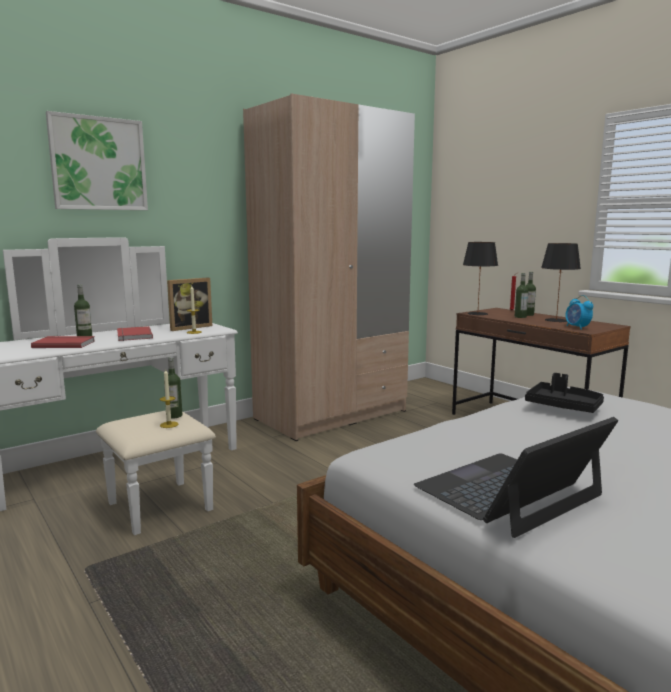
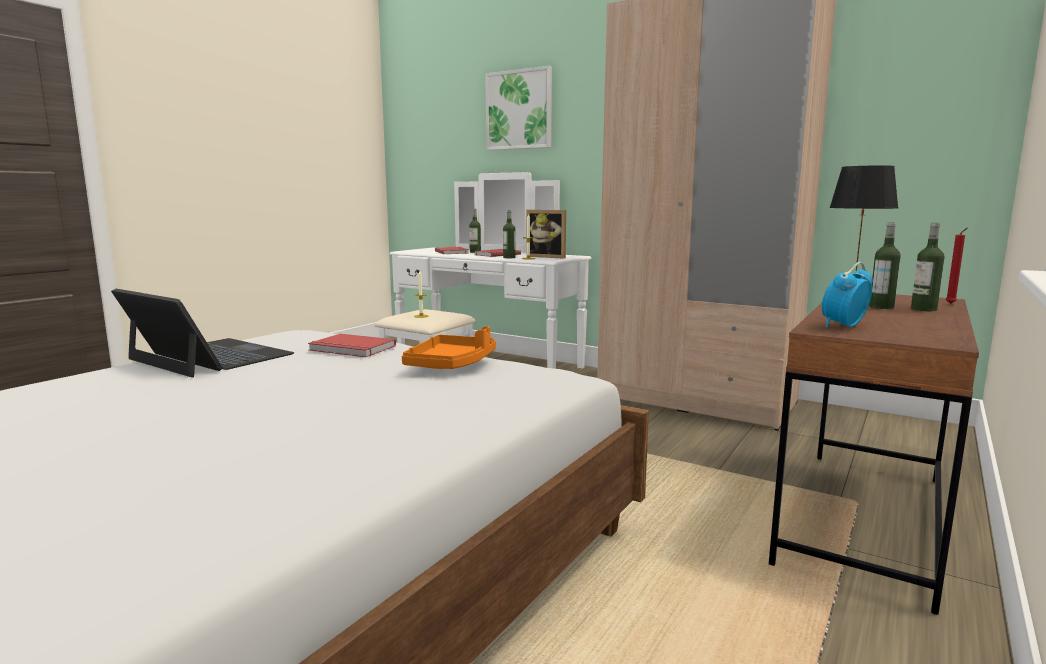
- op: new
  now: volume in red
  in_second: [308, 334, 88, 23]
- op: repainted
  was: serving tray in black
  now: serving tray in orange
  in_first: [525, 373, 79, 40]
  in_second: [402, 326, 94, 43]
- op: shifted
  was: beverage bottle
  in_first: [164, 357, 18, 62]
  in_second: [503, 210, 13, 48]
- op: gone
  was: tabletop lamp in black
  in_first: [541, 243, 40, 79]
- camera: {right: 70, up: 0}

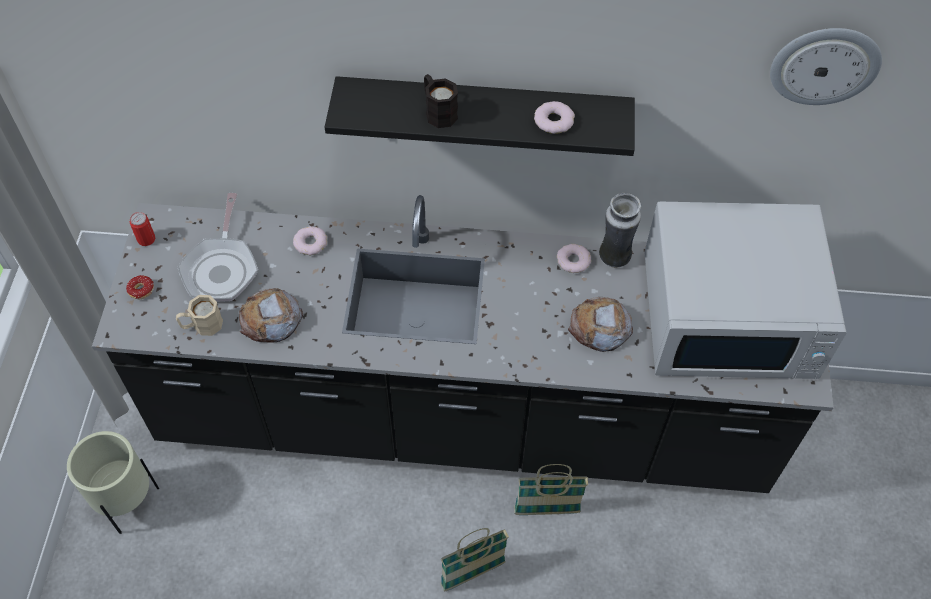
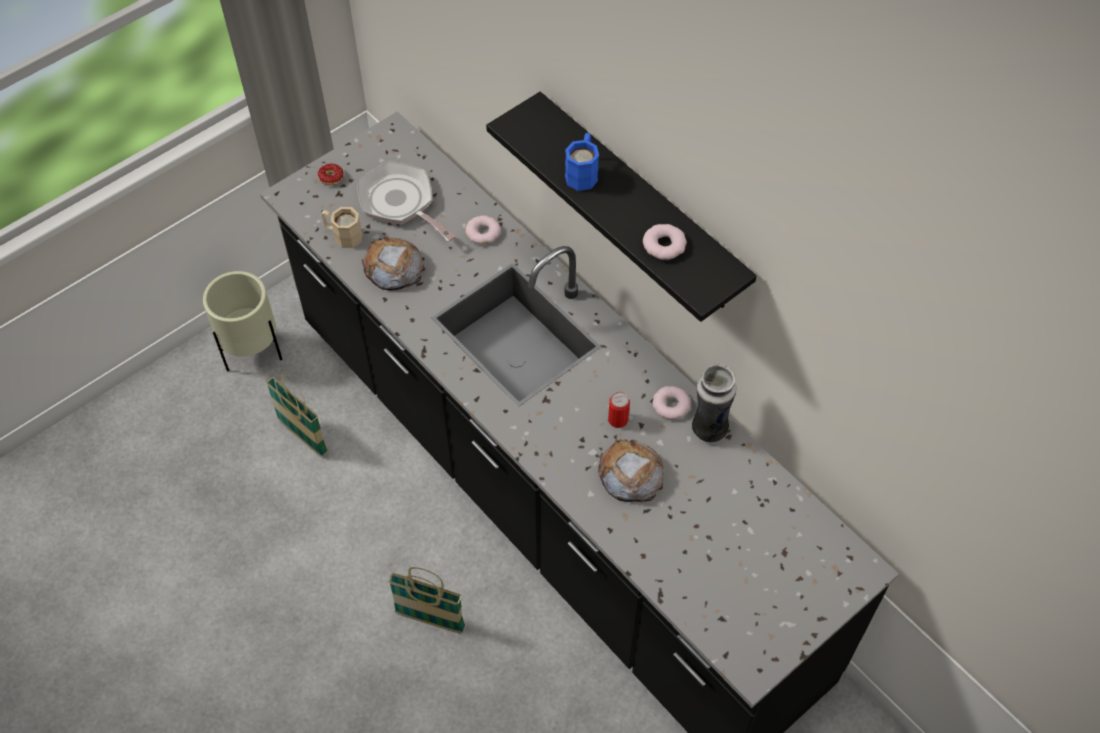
- op: shifted
  was: household basket
  in_first: [514, 464, 74, 51]
  in_second: [266, 374, 62, 83]
- op: rotated
  was: skillet
  in_first: [177, 193, 81, 109]
  in_second: [357, 161, 99, 81]
  clockwise: 90
- op: repainted
  was: coffee mug in black
  now: coffee mug in blue
  in_first: [424, 74, 34, 54]
  in_second: [565, 133, 34, 58]
- op: shifted
  was: metal can
  in_first: [130, 212, 25, 34]
  in_second: [608, 392, 22, 36]
- op: gone
  was: microwave oven in white-coloured
  in_first: [644, 202, 203, 177]
- op: gone
  was: clock on the wall
  in_first: [770, 28, 112, 77]
- camera: {right: 45, up: 0}

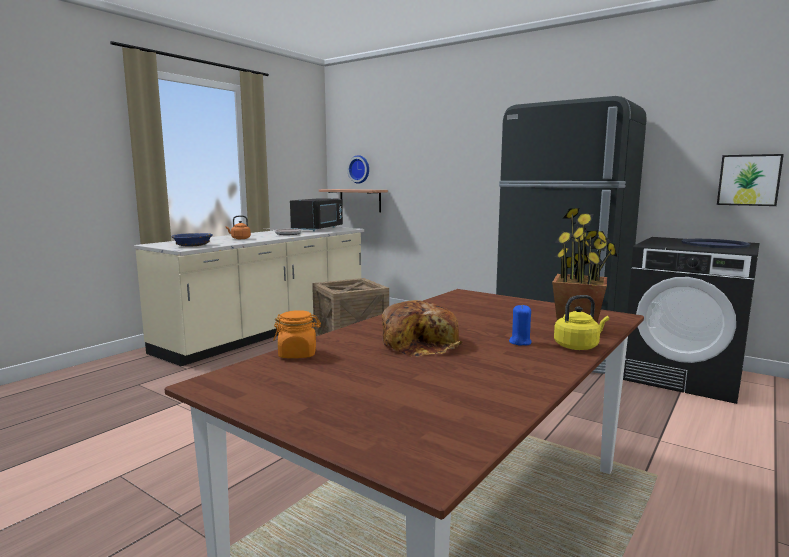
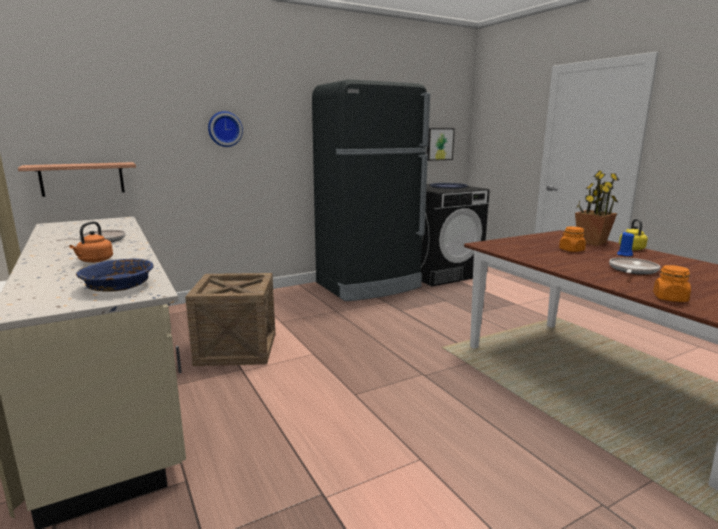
- op: shifted
  was: clock on the wall
  in_first: [347, 155, 22, 29]
  in_second: [208, 111, 35, 36]
- op: new
  now: storage jar in orange
  in_second: [559, 227, 27, 25]
- op: swapped
  was: baked bread
  now: skillet
  in_first: [382, 300, 81, 57]
  in_second: [609, 257, 51, 18]
- op: gone
  was: microwave oven in black
  in_first: [290, 198, 53, 34]
- camera: {right: -65, up: 5}

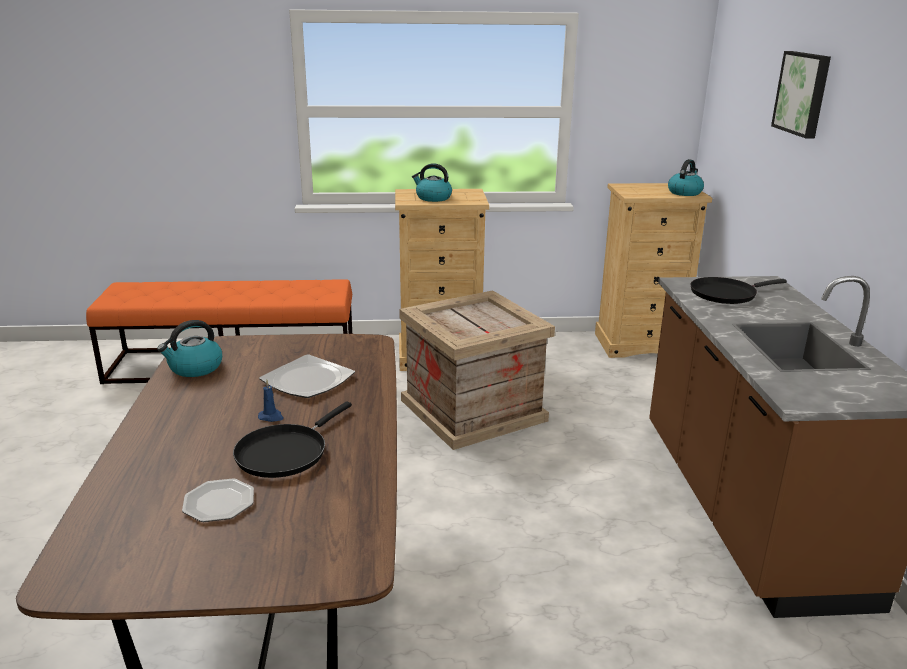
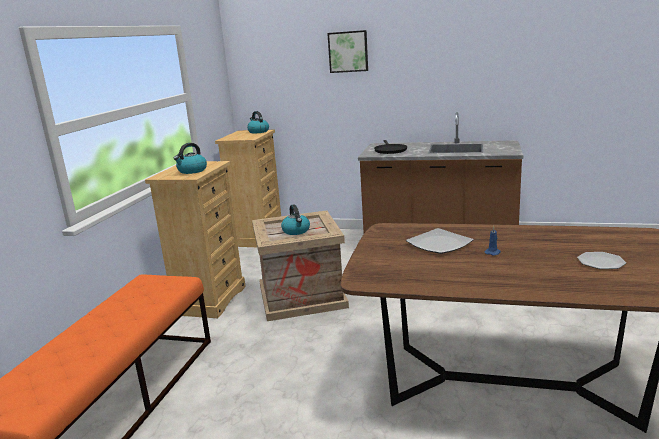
- op: shifted
  was: water kettle
  in_first: [157, 320, 65, 57]
  in_second: [281, 204, 29, 31]
- op: gone
  was: skillet in black
  in_first: [233, 402, 119, 76]
- camera: {right: -70, up: -5}

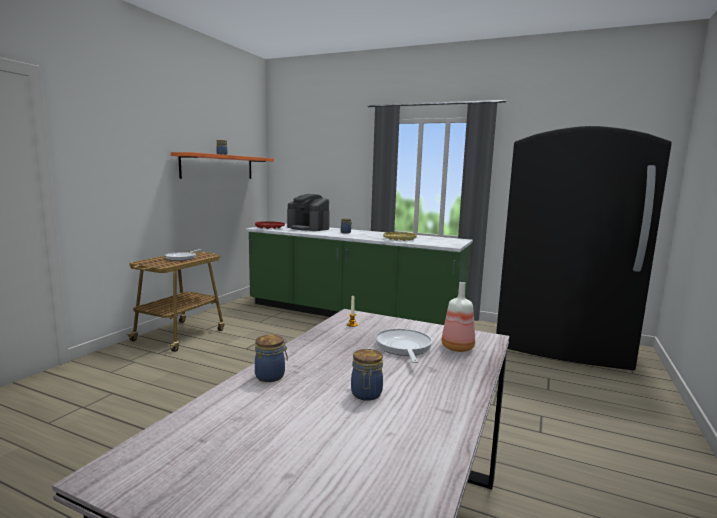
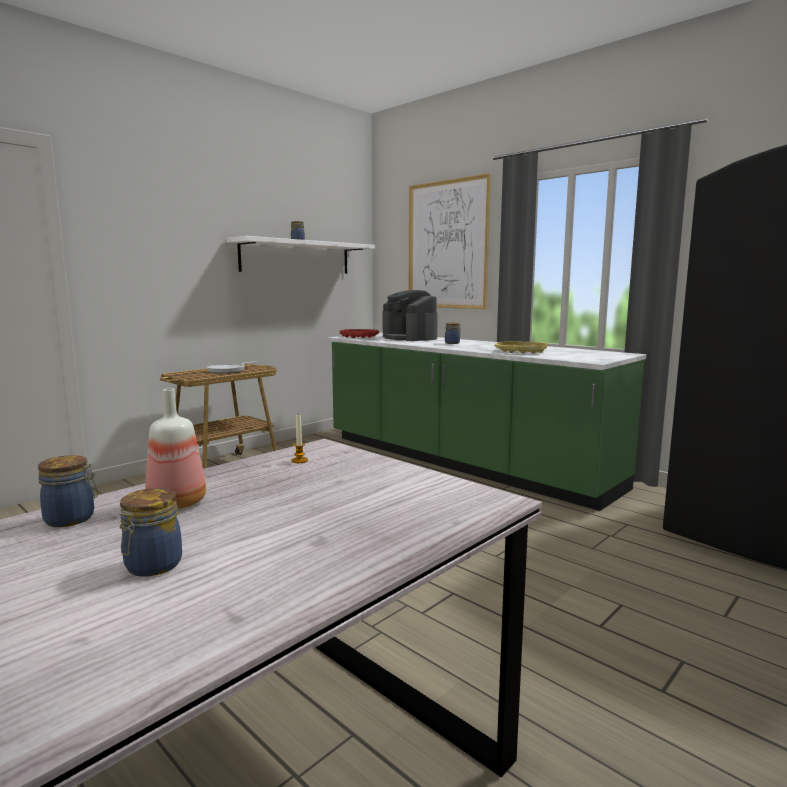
- op: shifted
  was: beverage bottle
  in_first: [442, 282, 33, 70]
  in_second: [145, 388, 61, 121]
- op: repainted
  was: shelf in orange
  now: shelf in white-coloured
  in_first: [171, 152, 103, 27]
  in_second: [226, 236, 149, 38]
- op: new
  now: picture
  in_second: [409, 173, 82, 136]
- op: gone
  was: skillet
  in_first: [375, 329, 57, 34]
- camera: {right: 20, up: 0}

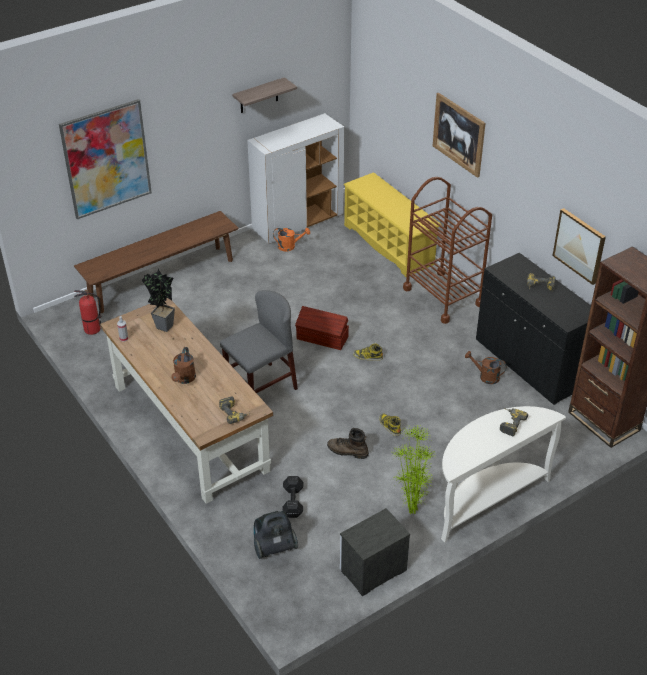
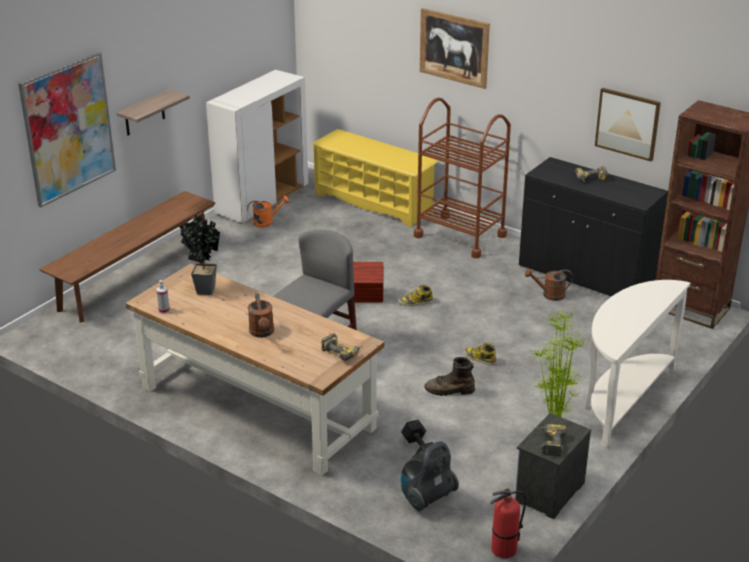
- op: shifted
  was: shelf
  in_first: [232, 77, 65, 36]
  in_second: [117, 89, 73, 47]
- op: shifted
  was: extinguisher
  in_first: [74, 290, 27, 45]
  in_second: [490, 488, 36, 70]
- op: shifted
  was: drill
  in_first: [500, 408, 28, 29]
  in_second: [536, 424, 31, 33]
- camera: {right: -20, up: -10}

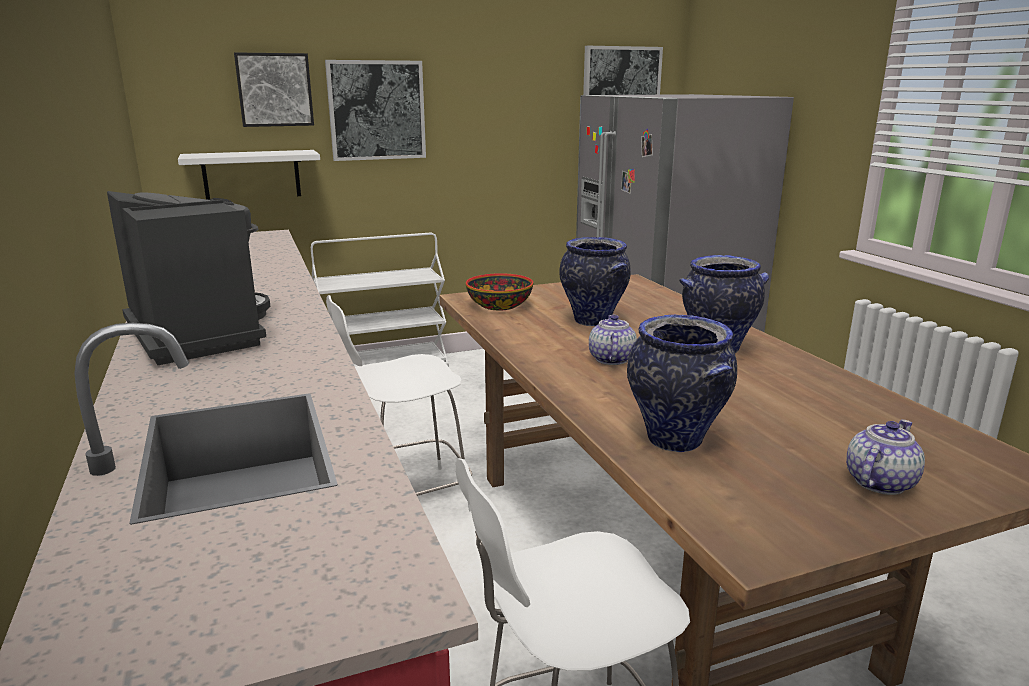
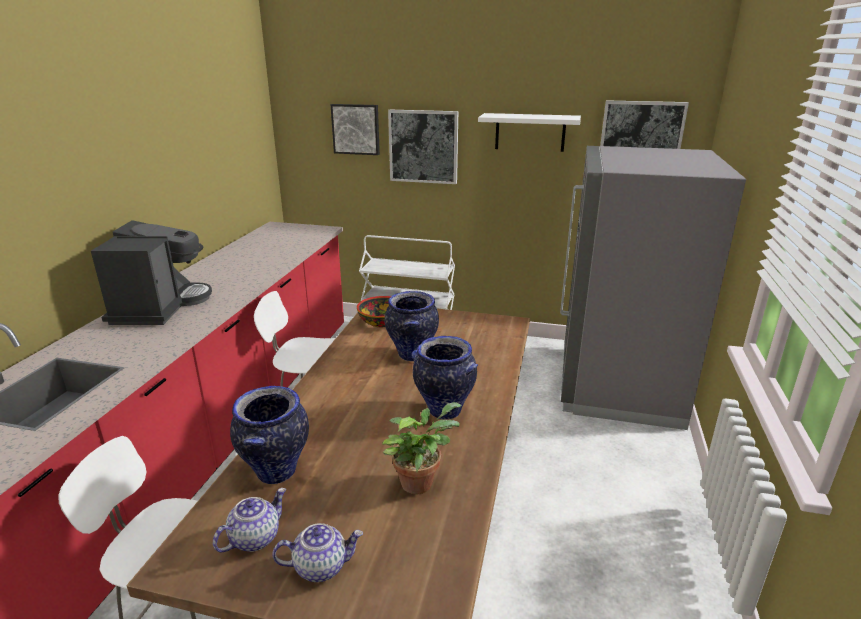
- op: shifted
  was: teapot
  in_first: [589, 315, 48, 50]
  in_second: [213, 488, 74, 64]
- op: new
  now: plant in a pot
  in_second: [382, 402, 80, 92]
- op: shifted
  was: shelf in white-coloured
  in_first: [178, 150, 142, 50]
  in_second: [478, 113, 103, 39]
- camera: {right: 35, up: 5}

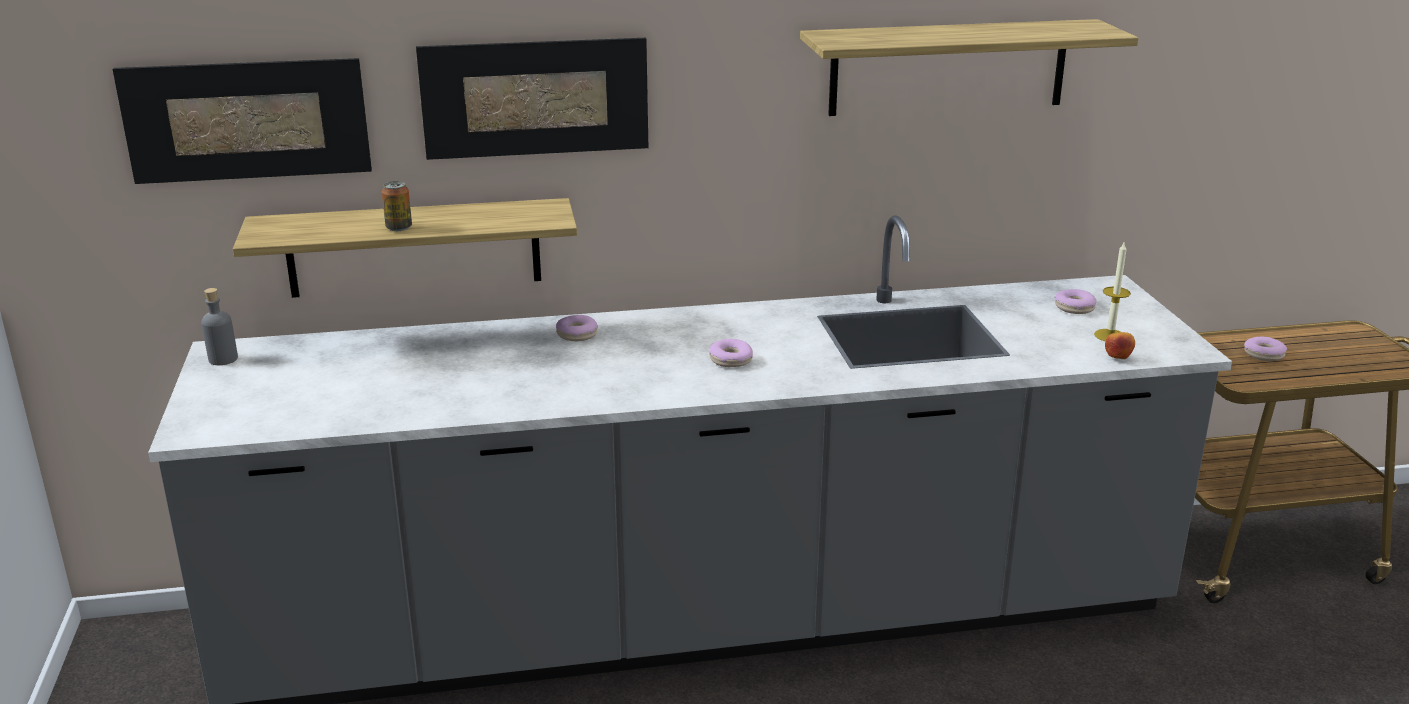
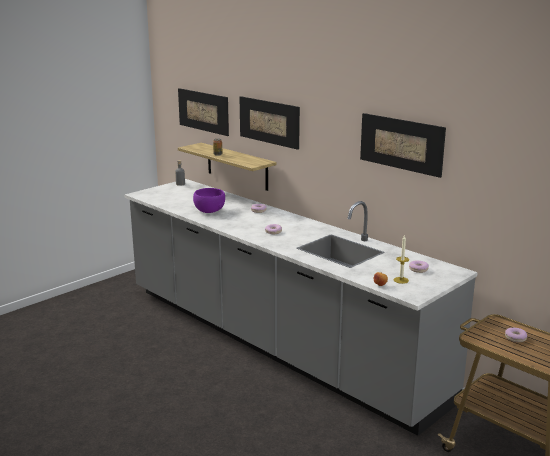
- op: new
  now: serving bowl in purple
  in_second: [193, 188, 32, 25]
- op: swapped
  was: shelf
  now: picture
  in_first: [800, 19, 339, 97]
  in_second: [360, 113, 86, 65]
- camera: {right: 55, up: -5}

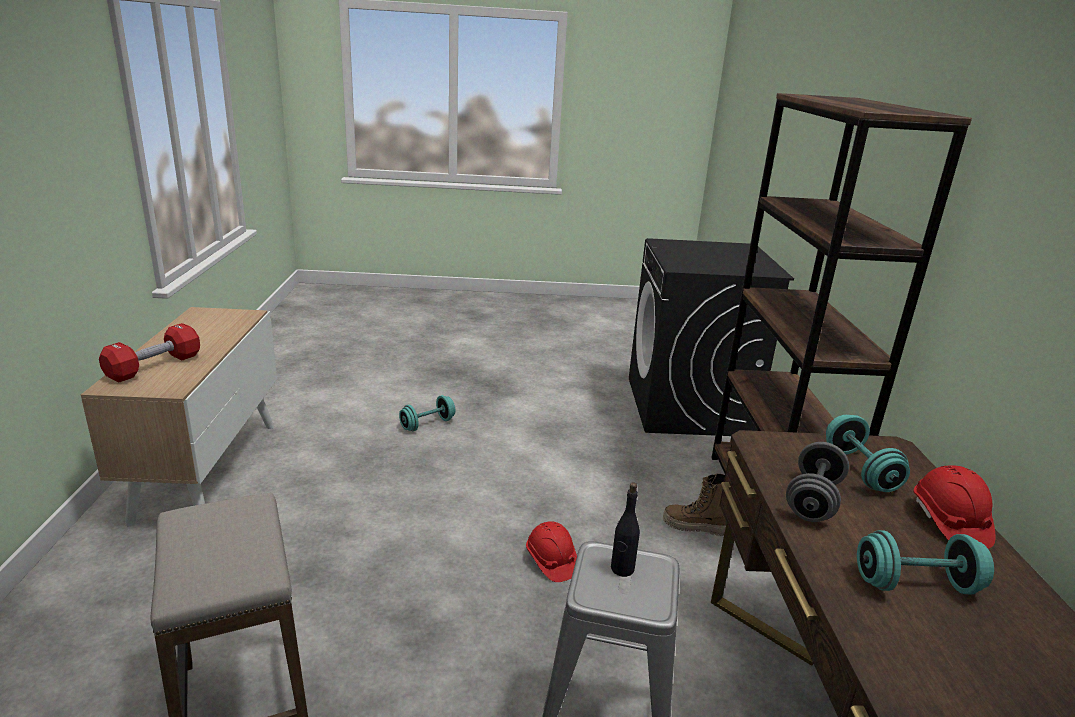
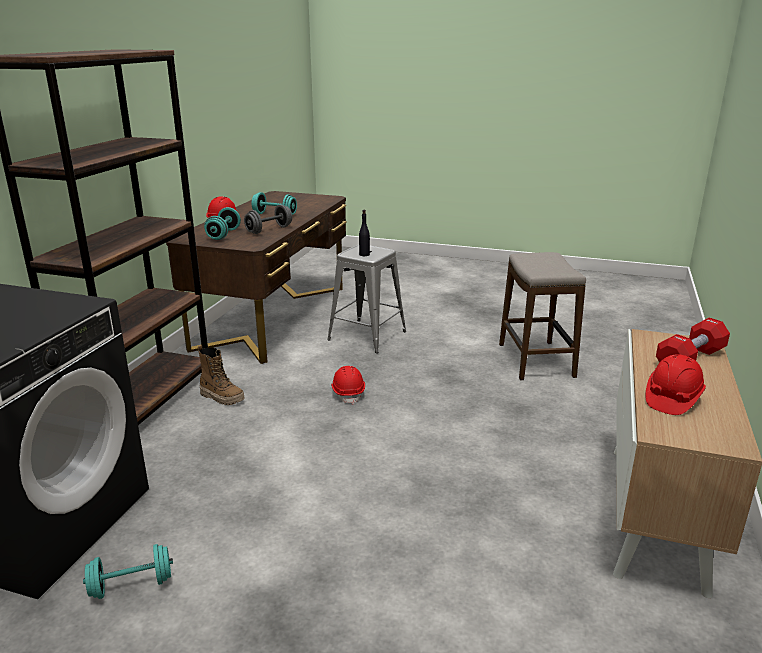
- op: shifted
  was: free weight in blue-green
  in_first: [399, 395, 56, 36]
  in_second: [83, 544, 90, 55]
- op: new
  now: safety helmet in red
  in_second: [645, 354, 61, 61]
- camera: {right: -160, up: 0}

